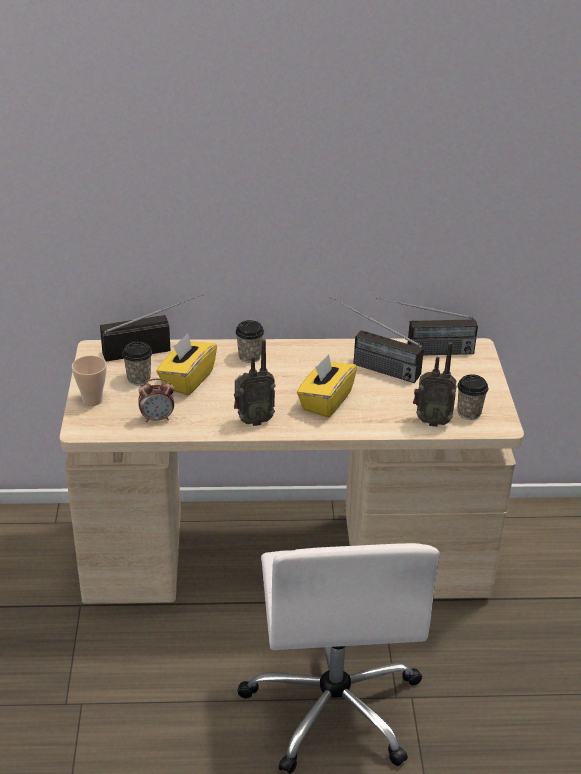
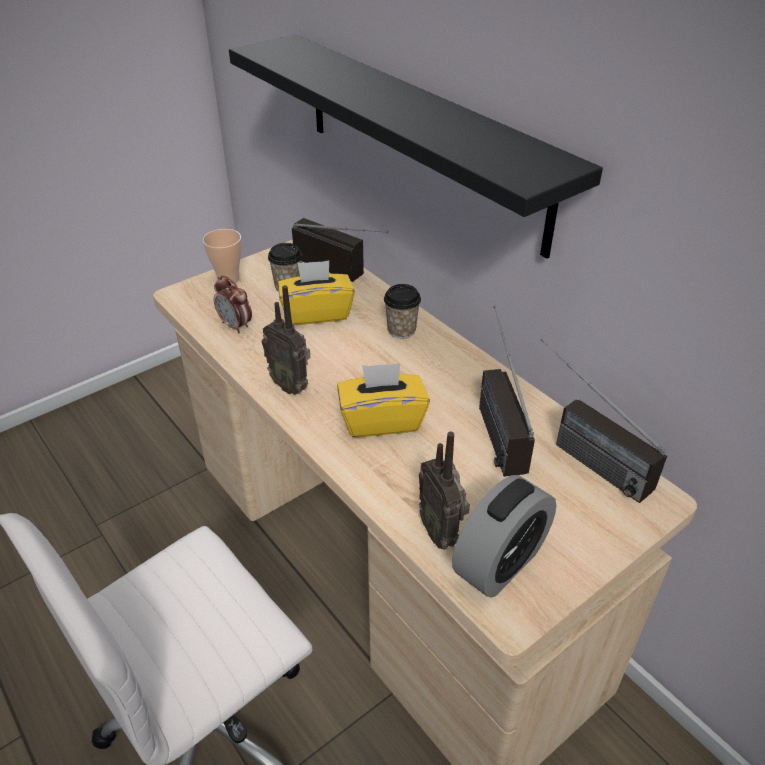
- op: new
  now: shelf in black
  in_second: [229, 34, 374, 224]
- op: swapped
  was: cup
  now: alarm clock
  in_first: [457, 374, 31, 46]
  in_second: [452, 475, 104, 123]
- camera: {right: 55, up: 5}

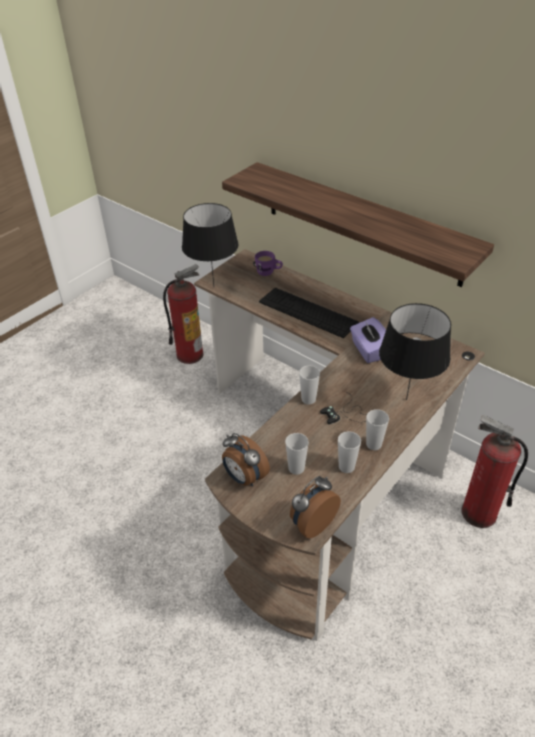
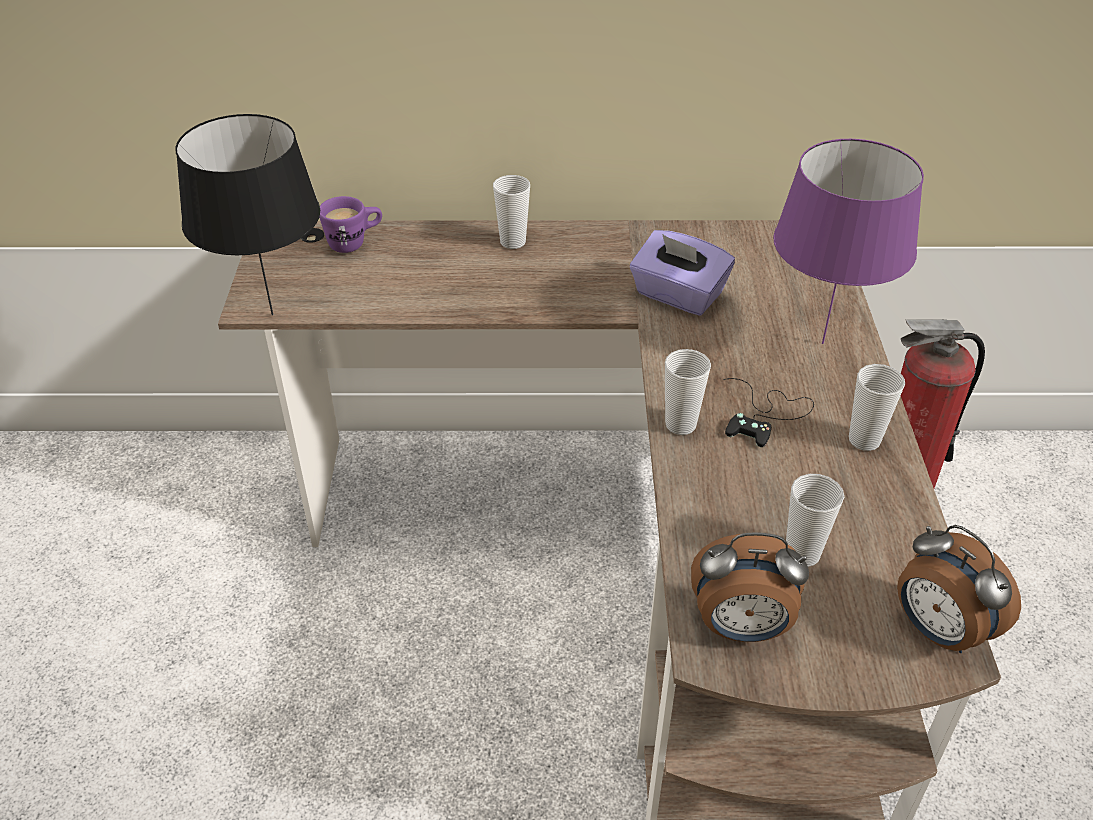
- op: shifted
  was: cup
  in_first: [338, 431, 23, 42]
  in_second: [493, 175, 37, 74]
- op: repainted
  was: tabletop lamp in black
  now: tabletop lamp in purple
  in_first: [379, 303, 72, 97]
  in_second: [773, 139, 151, 205]
- op: rotated
  was: alarm clock
  in_first: [290, 476, 51, 62]
  in_second: [897, 525, 124, 128]
  clockwise: -45
- op: gone
  was: extinguisher
  in_first: [163, 264, 41, 100]
- op: gone
  was: shelf
  in_first: [222, 162, 272, 125]
- op: gone
  was: keyboard
  in_first: [259, 288, 100, 50]
- camera: {right: -40, up: 0}

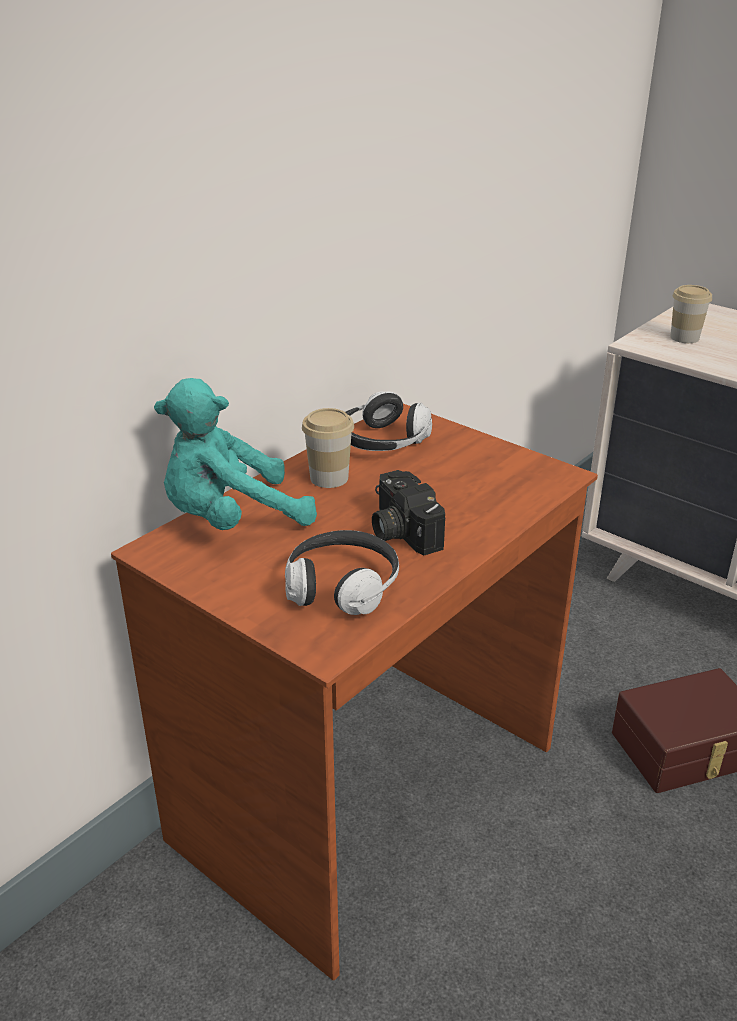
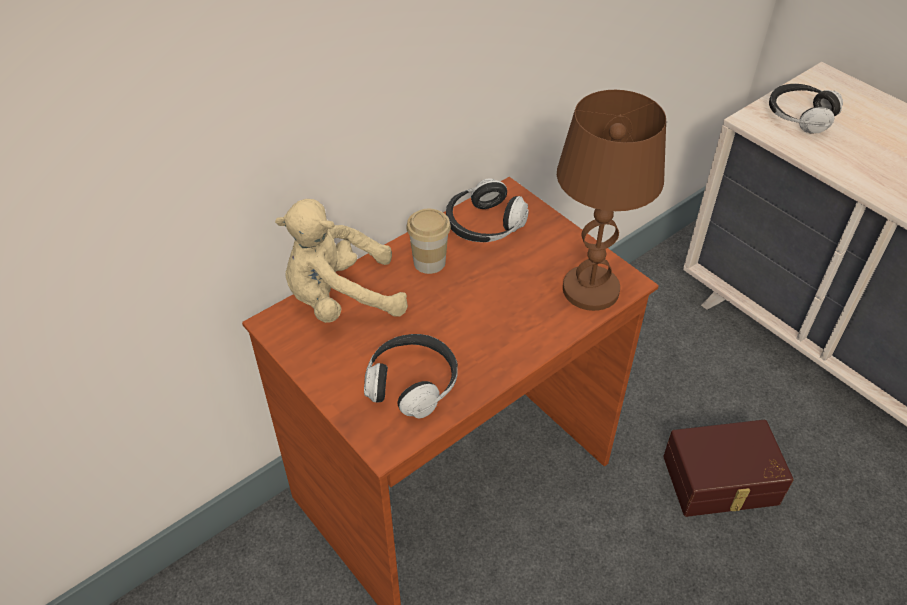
- op: repainted
  was: cuddly toy in blue-green
  now: cuddly toy in beige-coloured
  in_first: [154, 378, 163, 152]
  in_second: [275, 199, 133, 124]
- op: new
  now: tabletop lamp in brown
  in_second: [557, 90, 109, 221]
- op: swapped
  was: cup
  now: headphones
  in_first: [670, 285, 42, 58]
  in_second: [769, 84, 74, 49]
- op: gone
  was: still camera
  in_first: [372, 470, 73, 85]
- camera: {right: 10, up: 15}

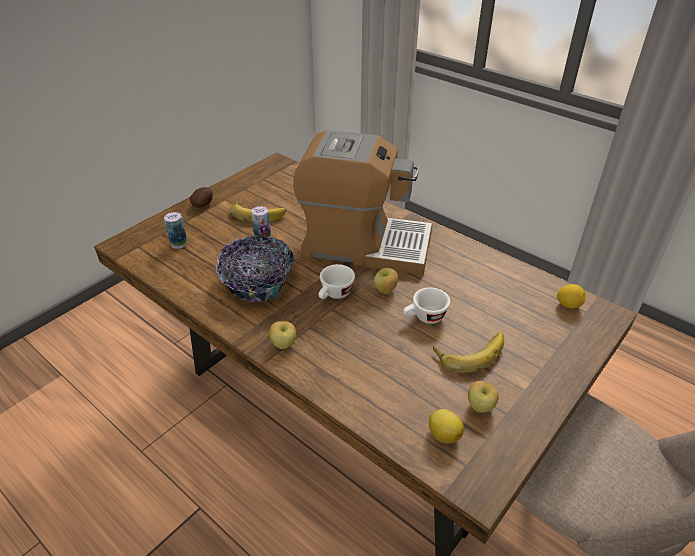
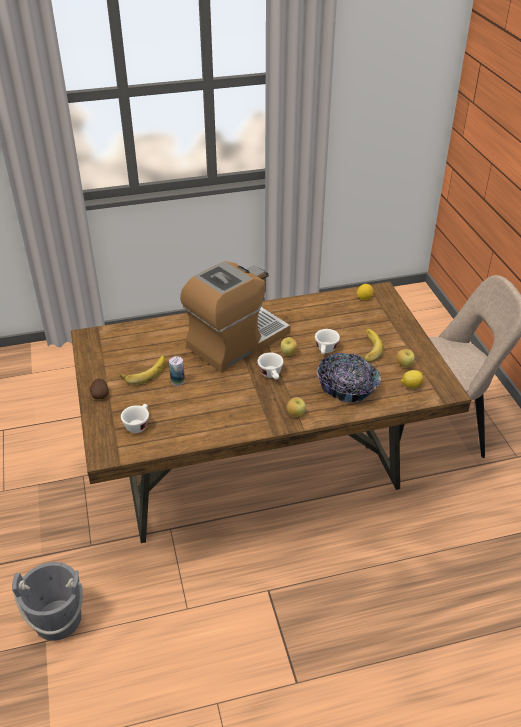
- op: new
  now: water bucket in grey
  in_second: [12, 562, 71, 79]
- op: swapped
  was: metal can
  now: cup in white-coloured
  in_first: [164, 212, 23, 37]
  in_second: [121, 404, 28, 29]
- op: shifted
  was: serving bowl
  in_first: [216, 235, 79, 67]
  in_second: [317, 353, 64, 50]
- camera: {right: -55, up: 0}

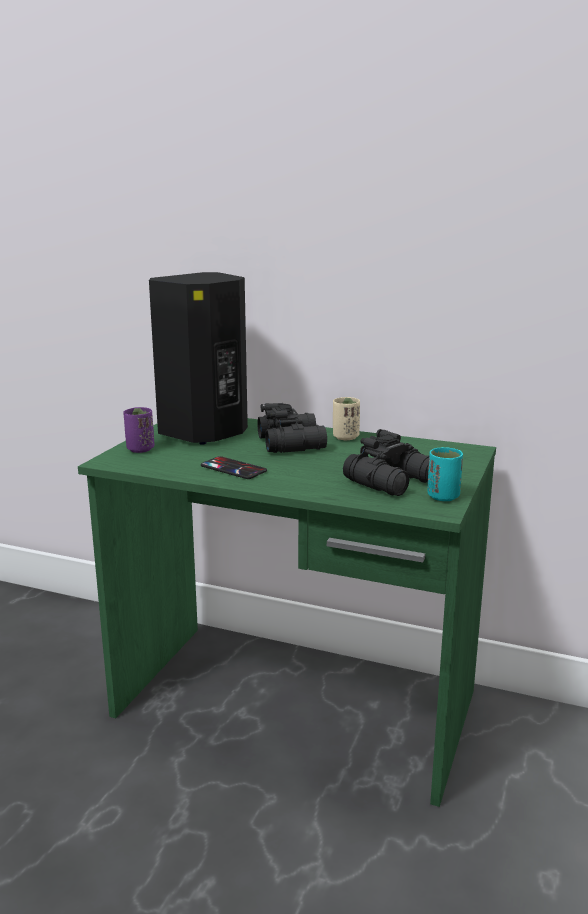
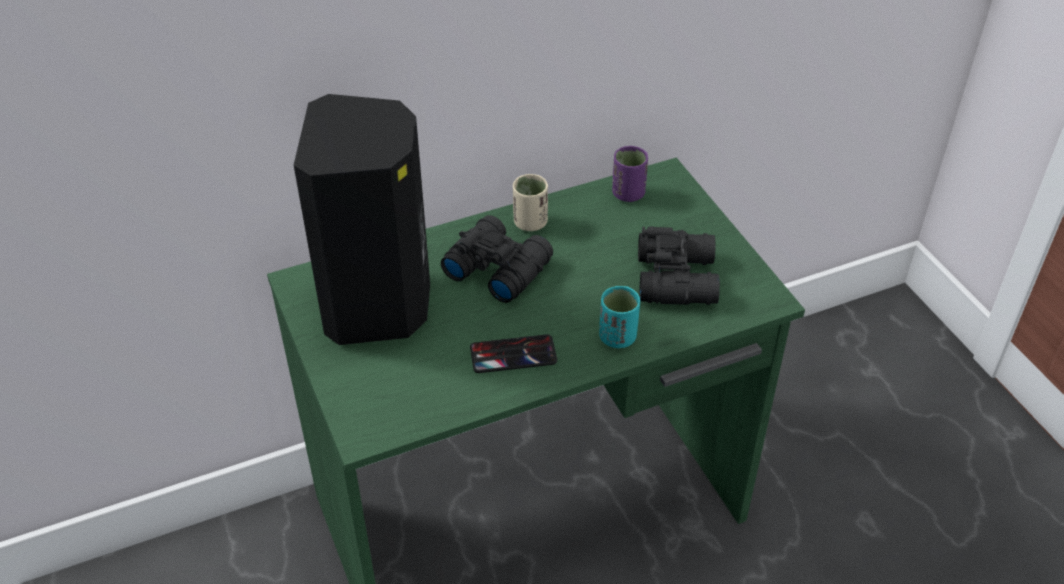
- op: shifted
  was: cup in blue-green
  in_first: [428, 447, 35, 54]
  in_second: [599, 286, 41, 62]
- op: shifted
  was: cup in purple
  in_first: [123, 407, 31, 46]
  in_second: [612, 146, 36, 56]
- camera: {right: -45, up: 25}

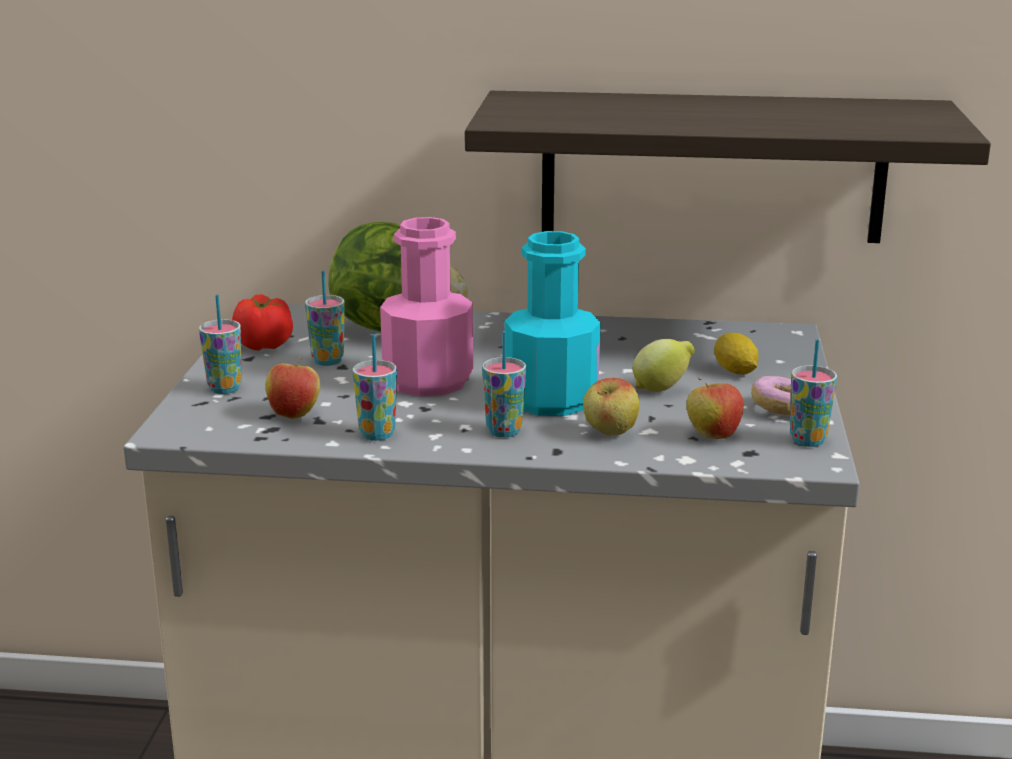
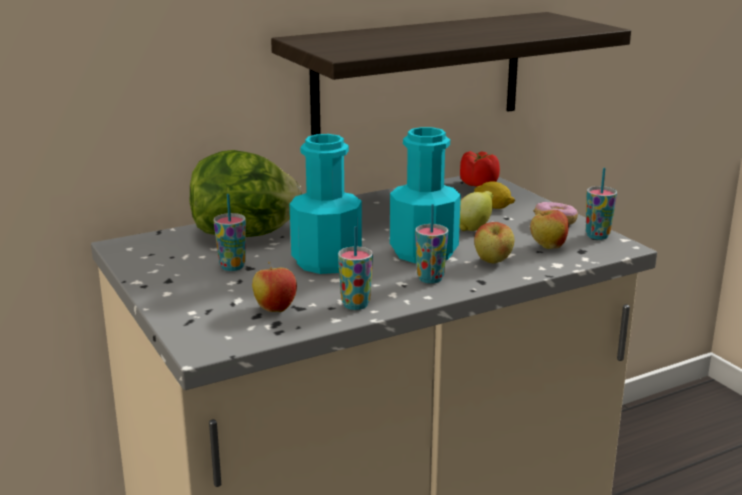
- op: repainted
  was: beverage bottle in pink
  now: beverage bottle in blue-green
  in_first: [380, 217, 93, 180]
  in_second: [290, 134, 72, 140]
- op: shifted
  was: fresh tomato
  in_first: [232, 294, 61, 57]
  in_second: [460, 151, 40, 36]
- op: gone
  was: cup
  in_first: [199, 294, 43, 100]
- camera: {right: -35, up: 0}

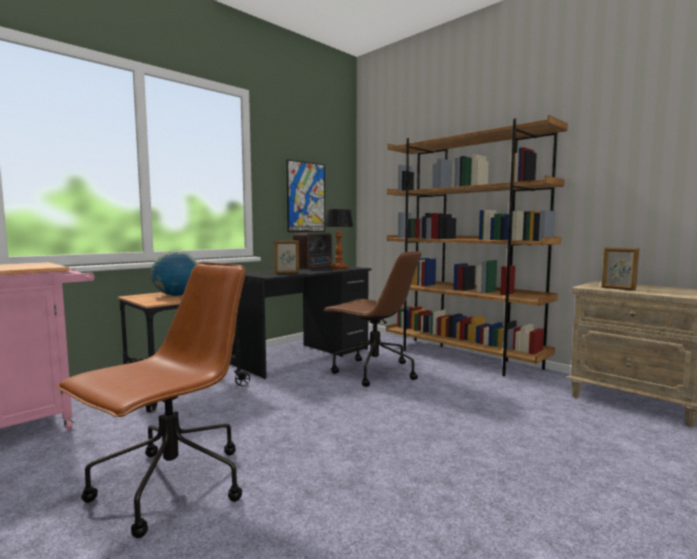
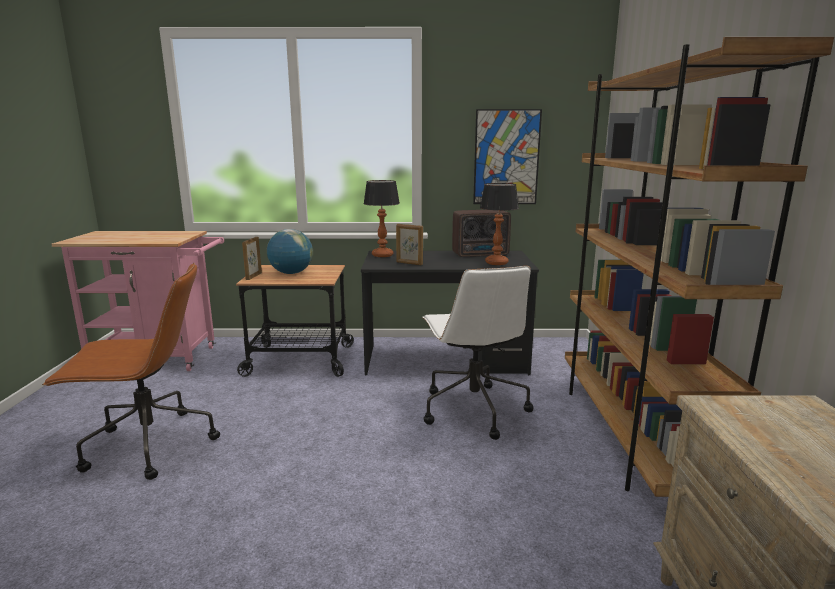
- op: shifted
  was: picture frame
  in_first: [601, 247, 38, 44]
  in_second: [242, 237, 20, 43]
- op: new
  now: tabletop lamp
  in_second: [364, 180, 36, 77]
- op: repainted
  was: desk chair in brown
  now: desk chair in white-coloured
  in_first: [323, 251, 98, 136]
  in_second: [422, 266, 111, 174]
- camera: {right: 45, up: 10}

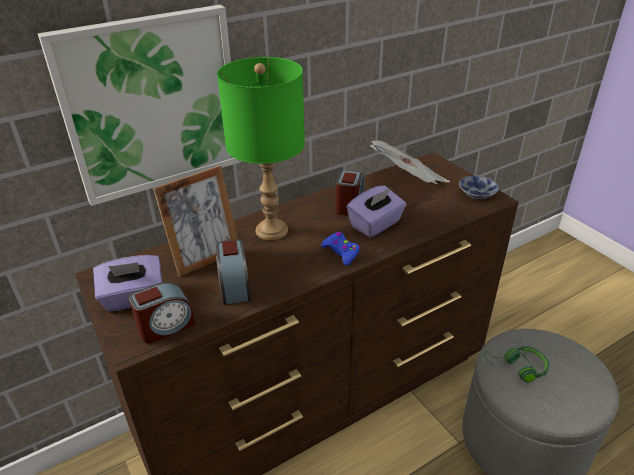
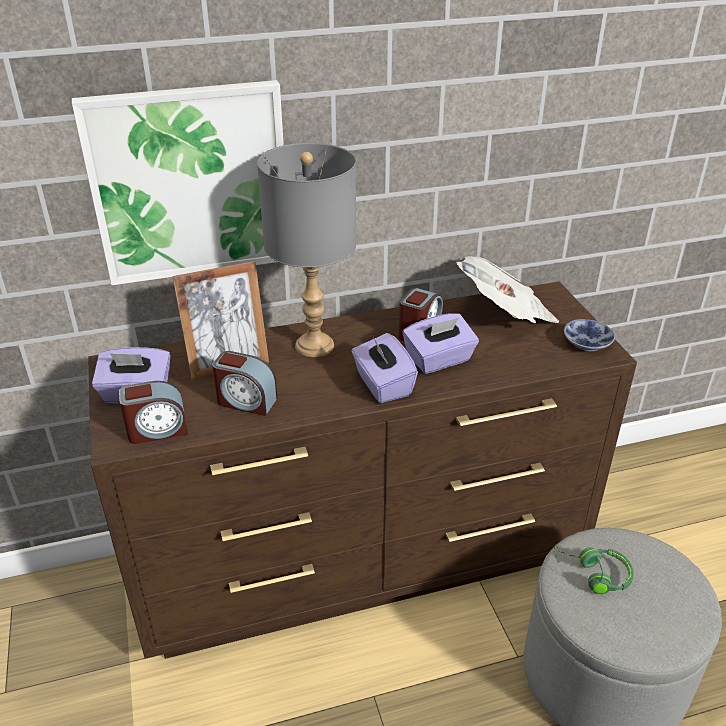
- op: rotated
  was: alarm clock
  in_first: [216, 239, 35, 66]
  in_second: [212, 351, 65, 65]
  clockwise: -75
- op: repainted
  was: tabletop lamp in green
  now: tabletop lamp in grey
  in_first: [217, 57, 88, 183]
  in_second: [257, 143, 99, 214]
- op: swapped
  was: gamepad in blue
  now: tissue box in purple
  in_first: [321, 232, 39, 34]
  in_second: [352, 333, 66, 70]
- camera: {right: 15, up: 0}

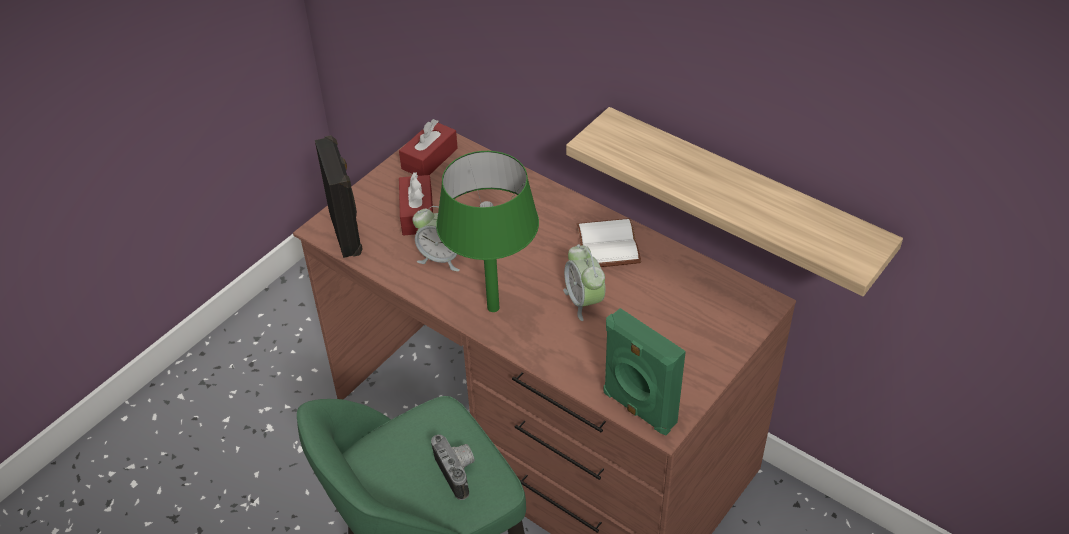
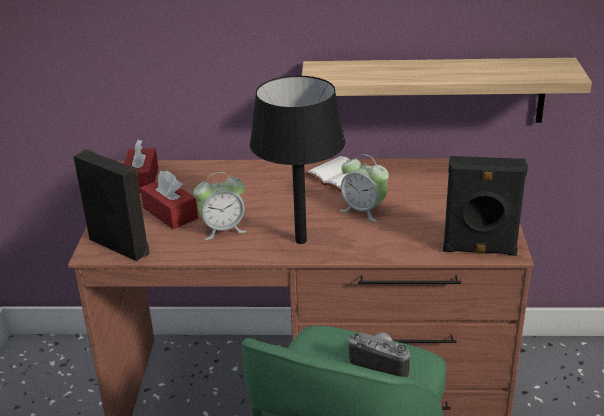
- op: repainted
  was: tabletop lamp in green
  now: tabletop lamp in black
  in_first: [436, 151, 103, 161]
  in_second: [250, 76, 95, 168]
- op: repainted
  was: loudspeaker in green
  now: loudspeaker in black
  in_first: [603, 308, 83, 127]
  in_second: [443, 156, 85, 100]
- camera: {right: -35, up: -15}

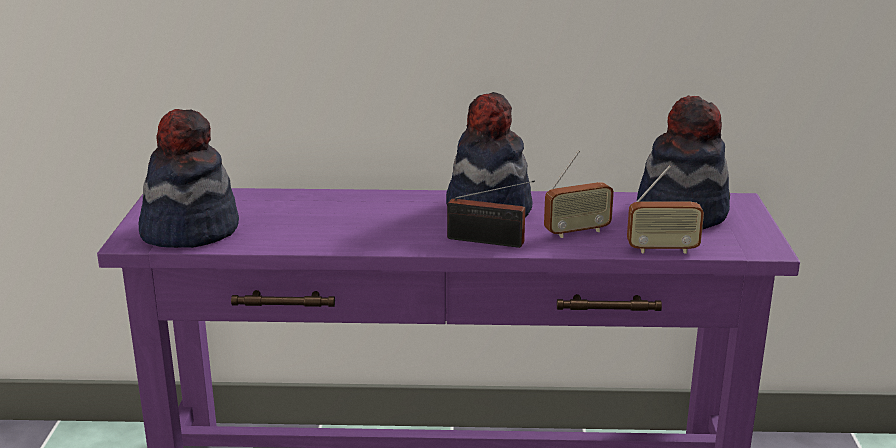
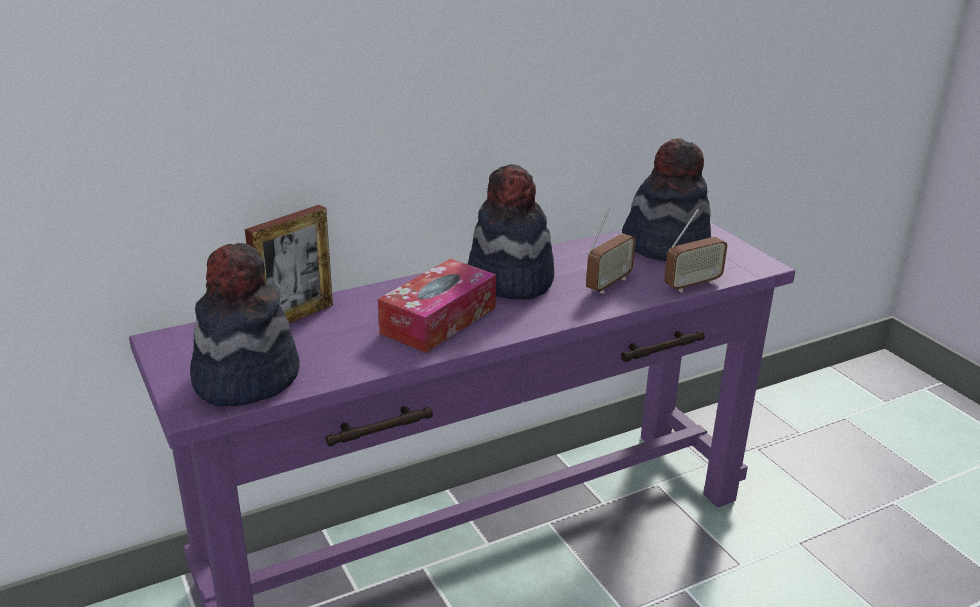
- op: new
  now: picture frame
  in_second: [245, 205, 88, 118]
- op: new
  now: tissue box
  in_second: [378, 259, 118, 94]
- op: gone
  was: radio set
  in_first: [447, 180, 88, 68]
- camera: {right: -30, up: 5}

